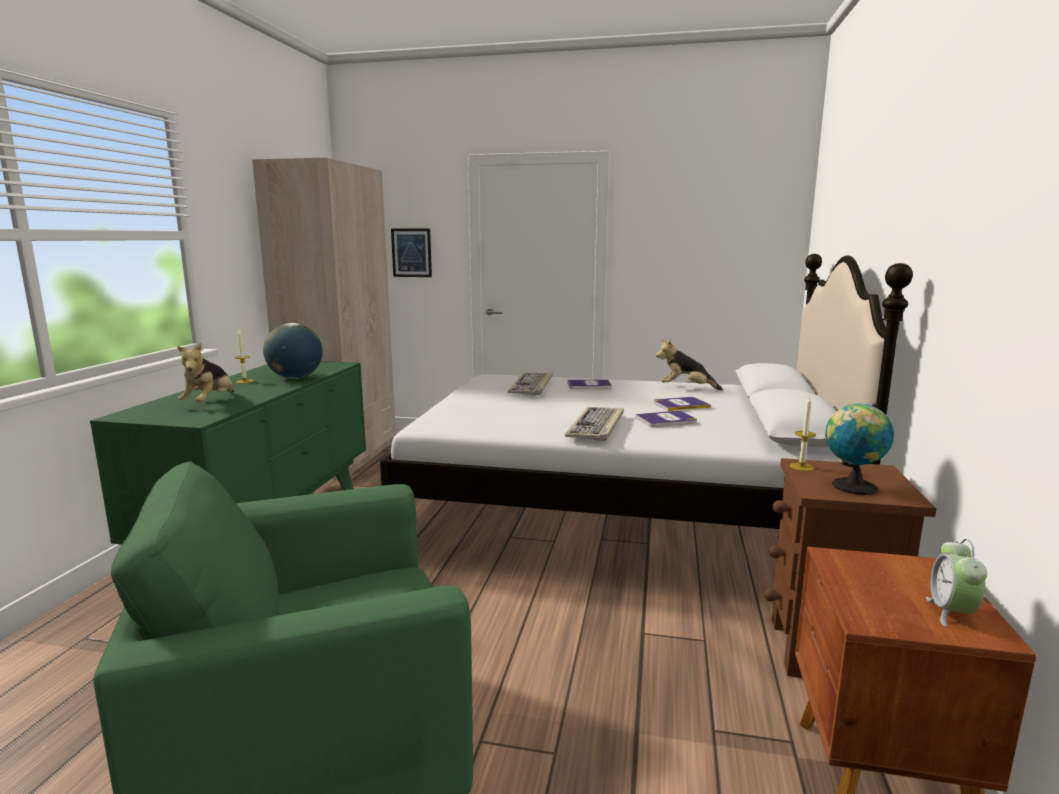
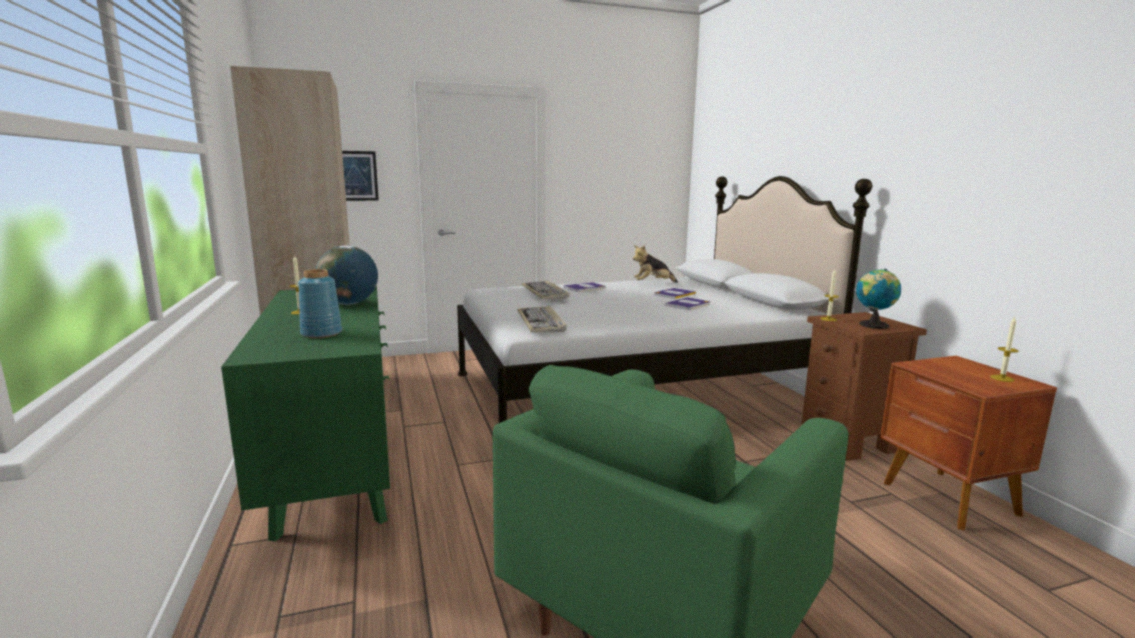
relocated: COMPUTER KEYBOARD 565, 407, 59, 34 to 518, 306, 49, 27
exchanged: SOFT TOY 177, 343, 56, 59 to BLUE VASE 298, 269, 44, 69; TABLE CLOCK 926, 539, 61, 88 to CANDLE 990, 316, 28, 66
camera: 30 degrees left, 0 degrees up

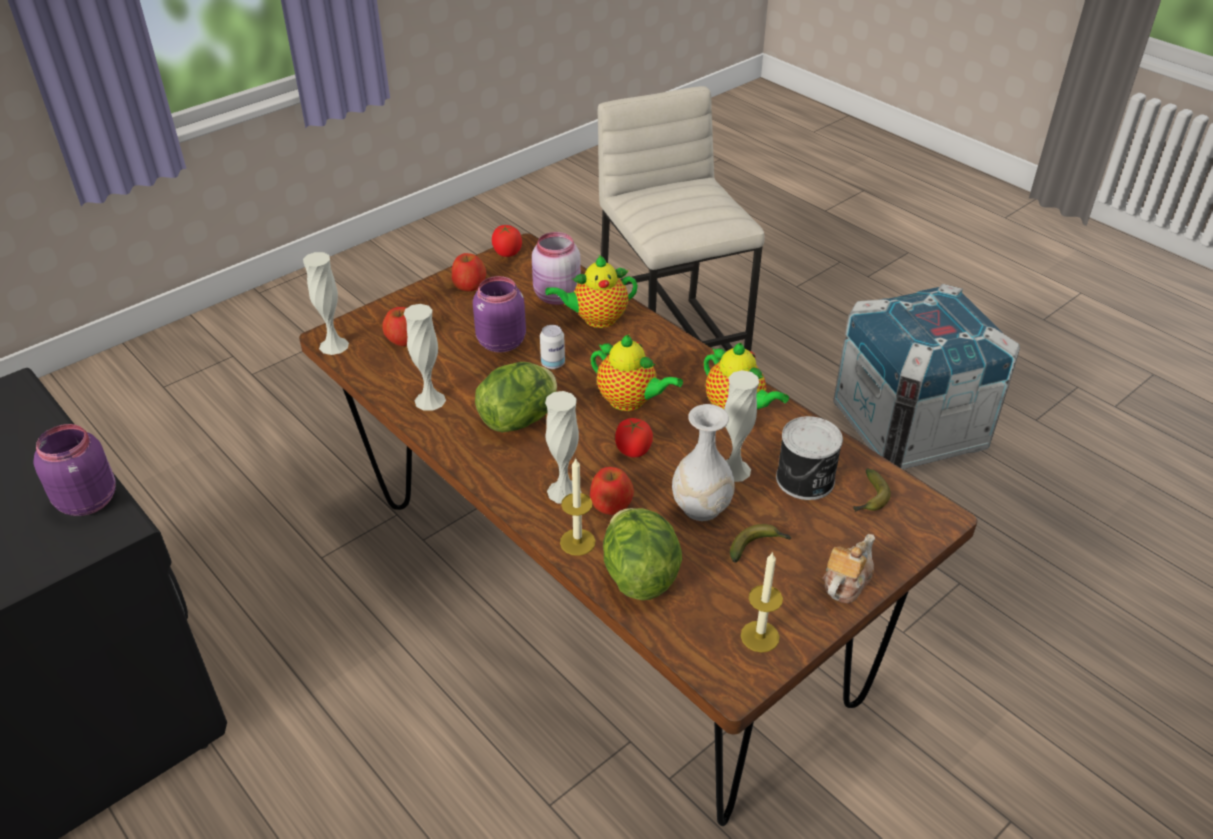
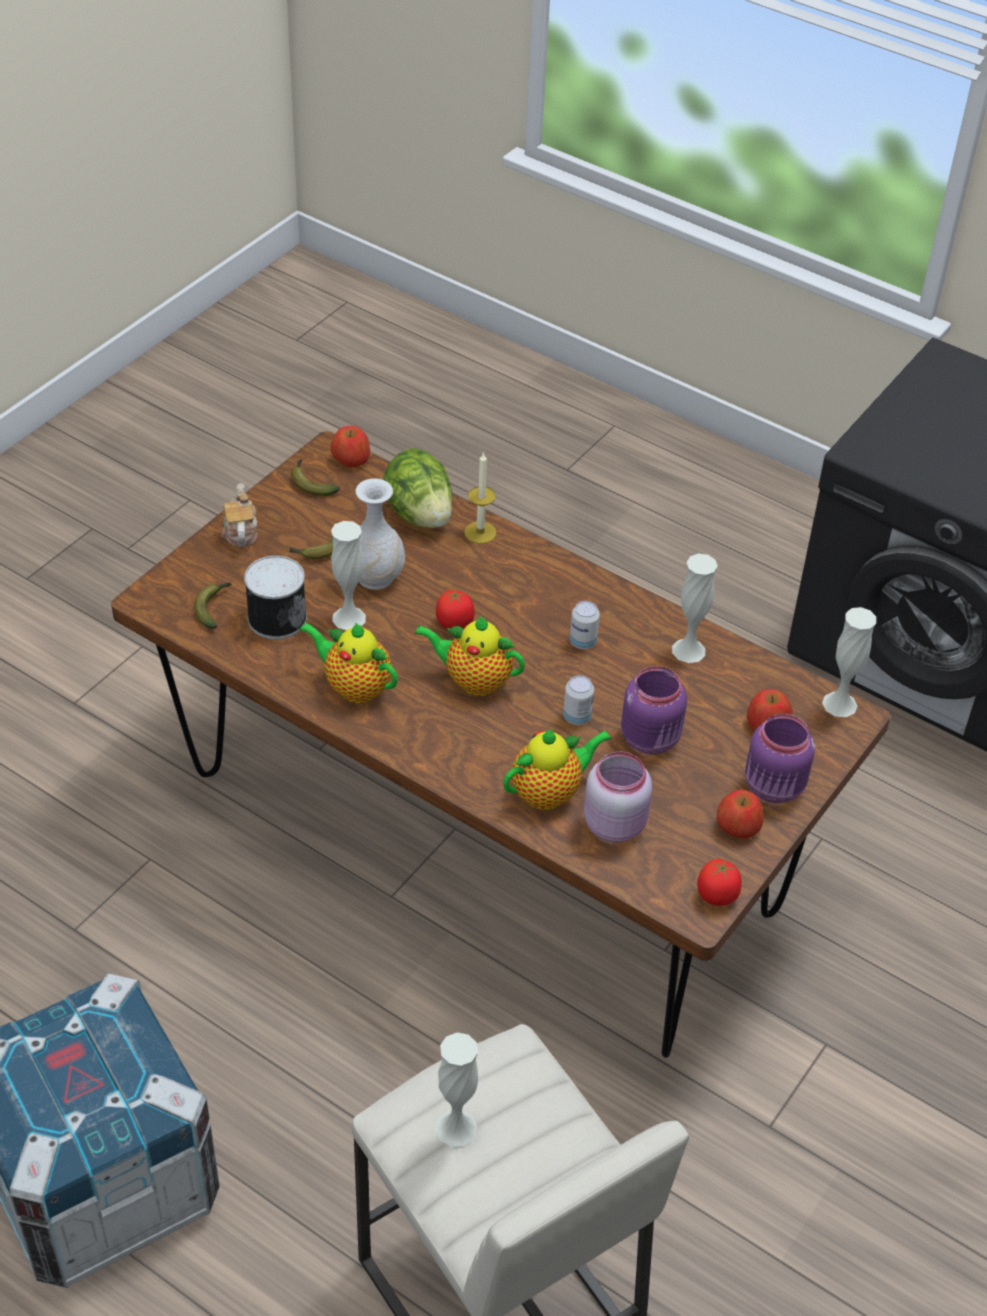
relocated: APPLE 590, 467, 44, 48 to 330, 426, 40, 41; WHITISH VASE 545, 391, 37, 112 to 435, 1032, 43, 115; PURPLE PRESERVE JAR 33, 424, 83, 92 to 745, 714, 70, 89
exchanged: CANDLE 741, 551, 42, 102 to BANANA 291, 459, 49, 37; LETTUCE HEAD 475, 362, 82, 70 to METAL CAN 570, 601, 30, 48
spun: TEAPOT 823, 534, 52, 69 = 222, 483, 35, 64 150 degrees clockwise
camera: 165 degrees right, 5 degrees up

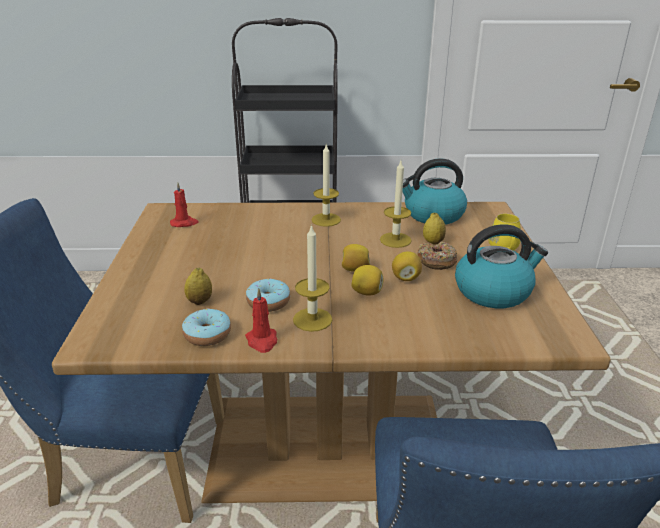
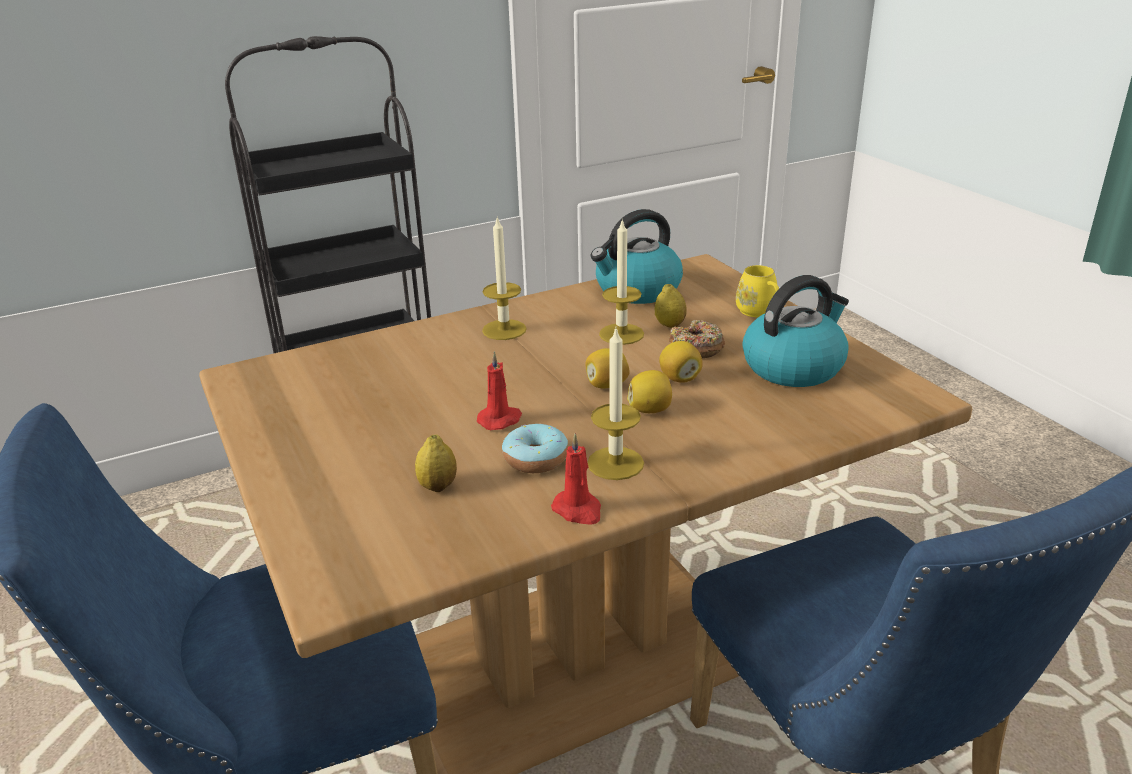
missing: DOUGHNUT 182, 308, 49, 38
relocated: REDDISH CANDLE 170, 183, 28, 44 to 477, 351, 45, 79
camera: 25 degrees left, 0 degrees up

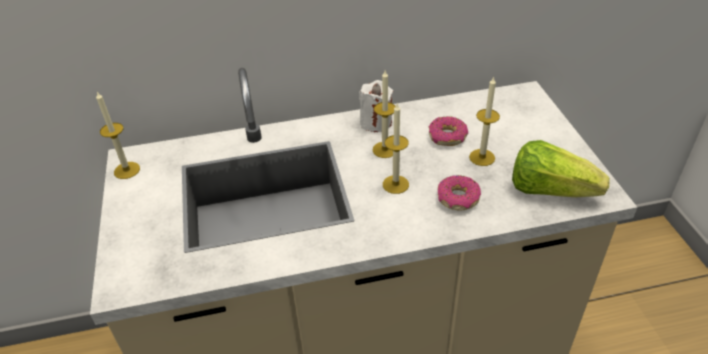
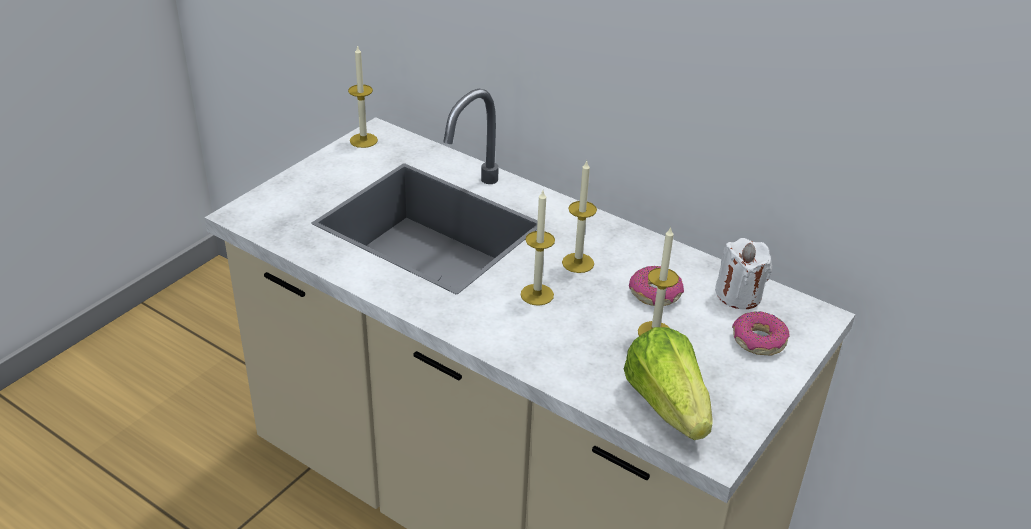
relocated: WHITISH CANDLE 359, 80, 34, 52 to 715, 238, 57, 71; DOUGHNUT 438, 175, 43, 35 to 732, 311, 58, 45
camera: 45 degrees right, 5 degrees down

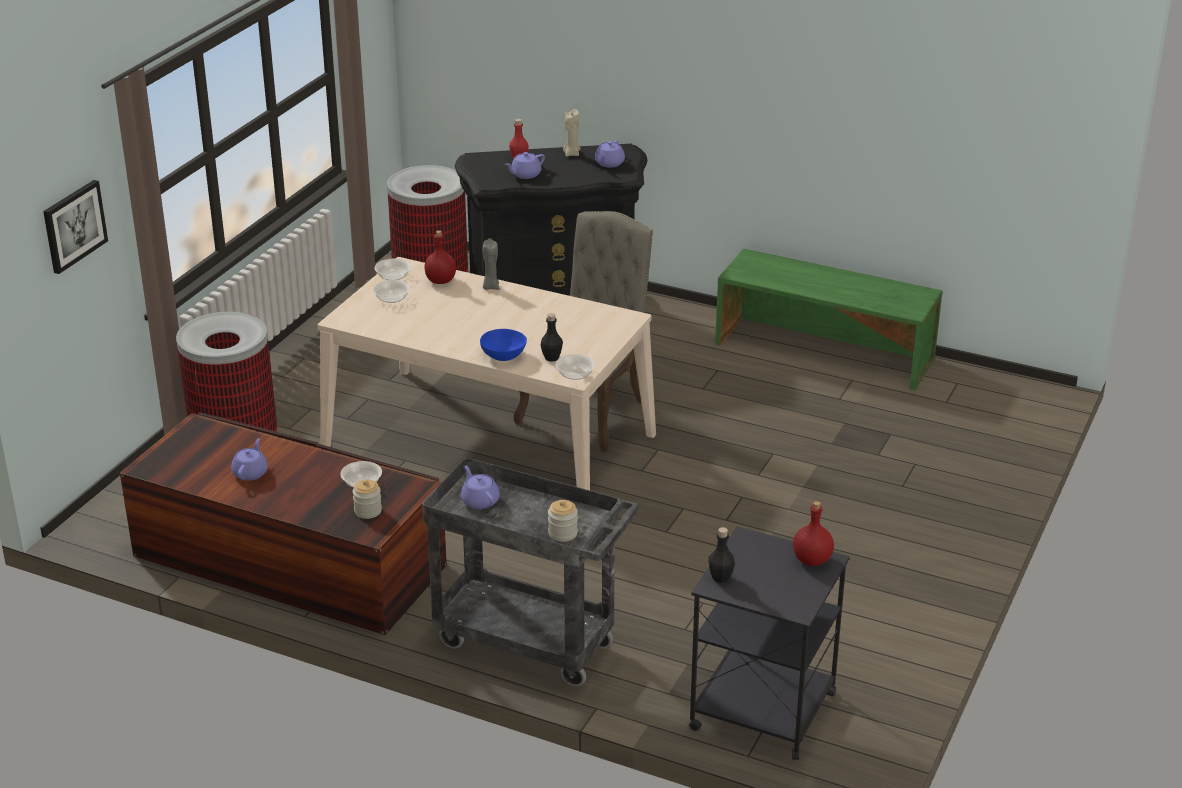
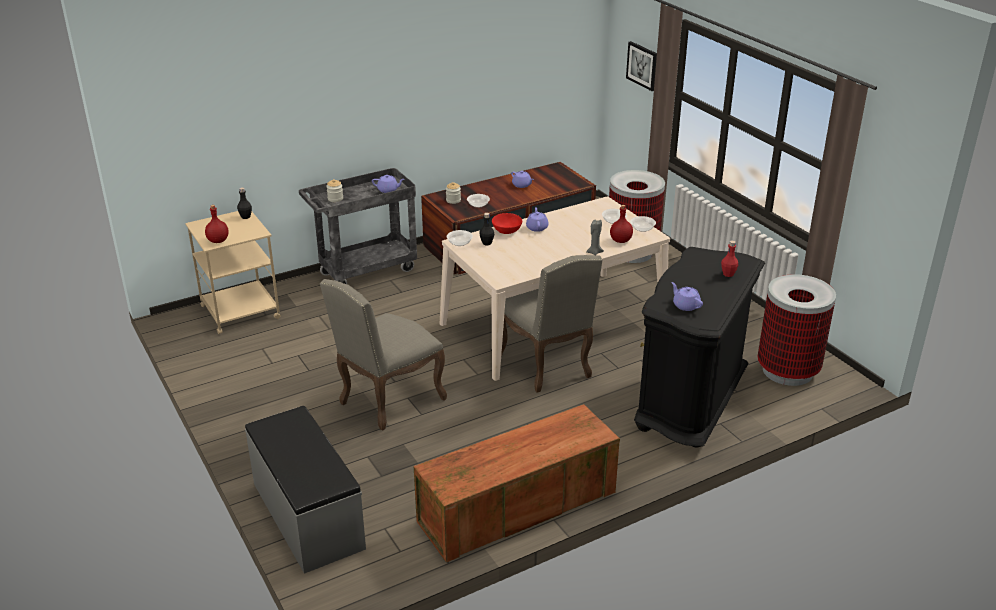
missing: BEIGE CANDLE 563, 109, 18, 48
appeared: GRAY INDOOR BENCH 245, 406, 121, 168; GRAY CHAIR 320, 279, 127, 152
relocated: PURPLE TEAPOT 505, 152, 40, 27 to 526, 207, 22, 25
colour: BLACK WHEELED CART 689, 526, 161, 234 to BEIGE WHEELED CART 185, 211, 96, 123; GREENISH INDOOR BENCH 715, 249, 228, 141 to BROWN-COLOURED INDOOR BENCH 414, 404, 206, 158; BLUE SERVING BOWL 480, 329, 47, 32 to REDDISH SERVING BOWL 492, 213, 30, 21
camera: 125 degrees right, 0 degrees up

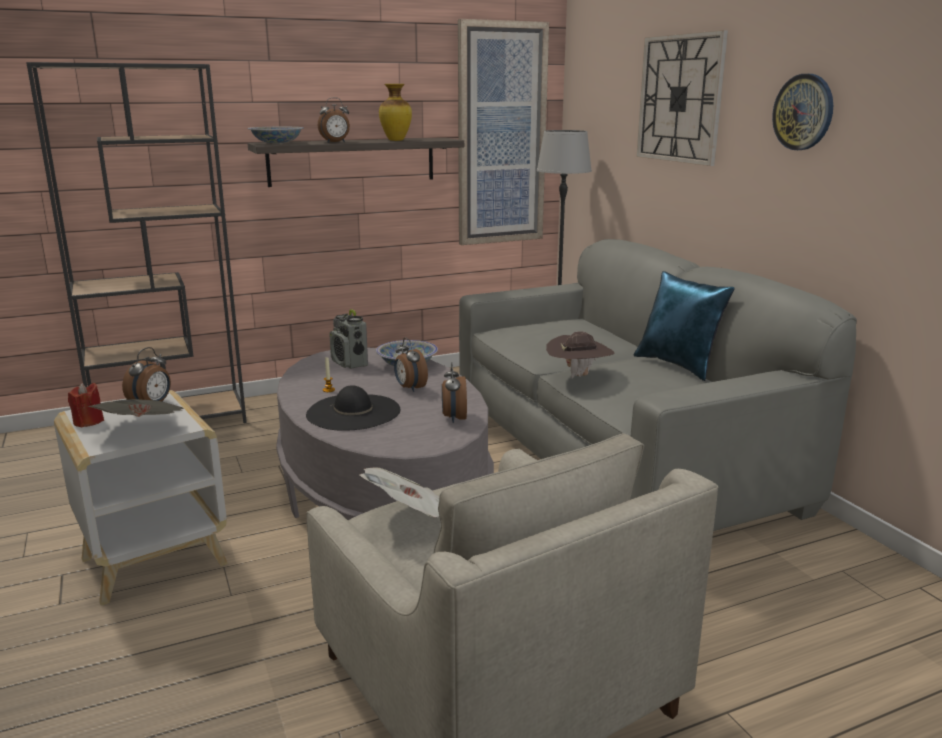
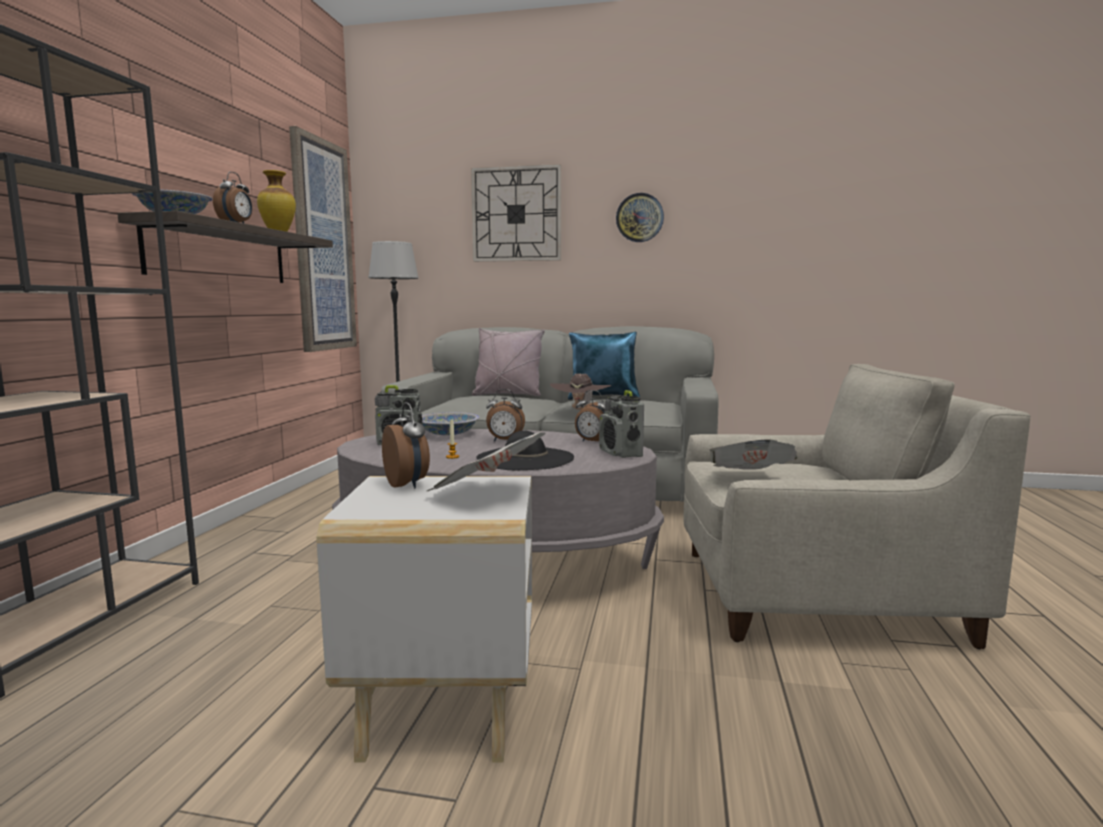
missing: REDDISH CANDLE 68, 383, 36, 45
appeared: PURPLE THROW PILLOW 472, 328, 73, 68; RADIO 599, 390, 45, 68
camera: 55 degrees left, 10 degrees down

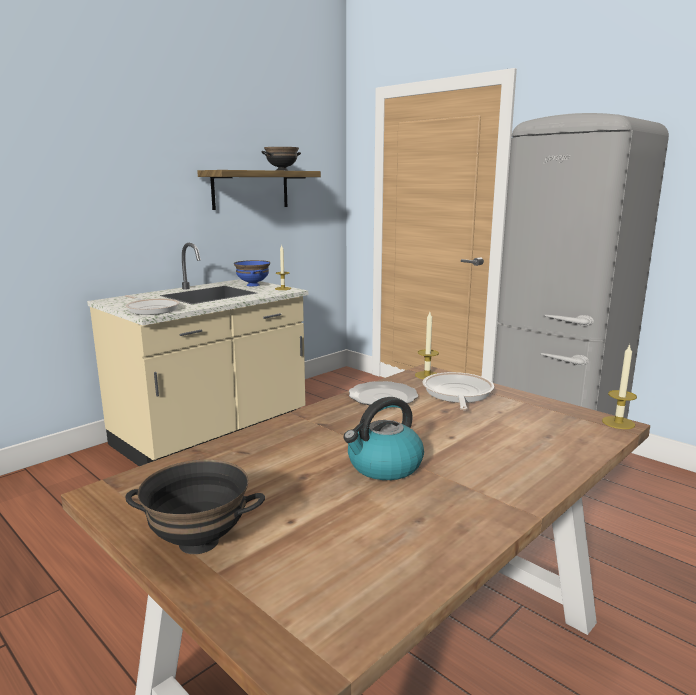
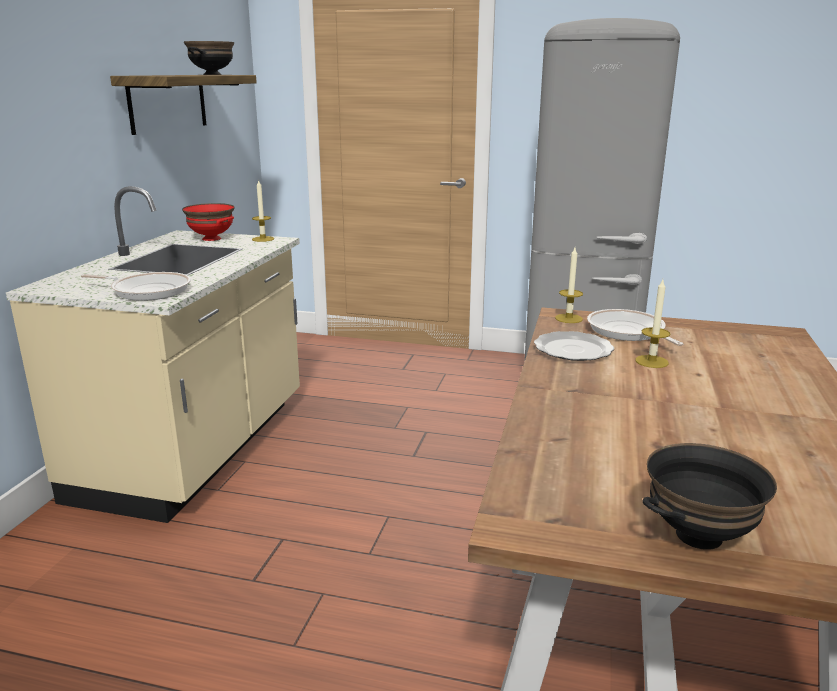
missing: KETTLE 343, 397, 81, 83
relocated: CANDLE 602, 344, 35, 85 to 635, 280, 35, 88
colour: BLUE SERVING BOWL 234, 260, 36, 26 to REDDISH SERVING BOWL 182, 203, 52, 38
camera: 30 degrees left, 5 degrees up

